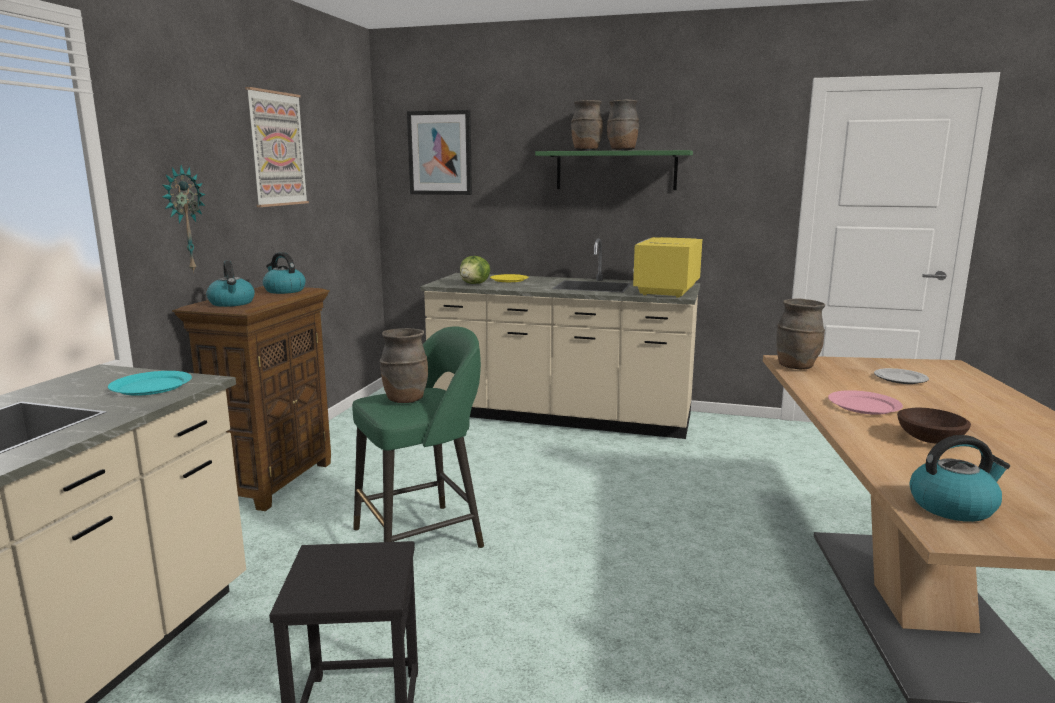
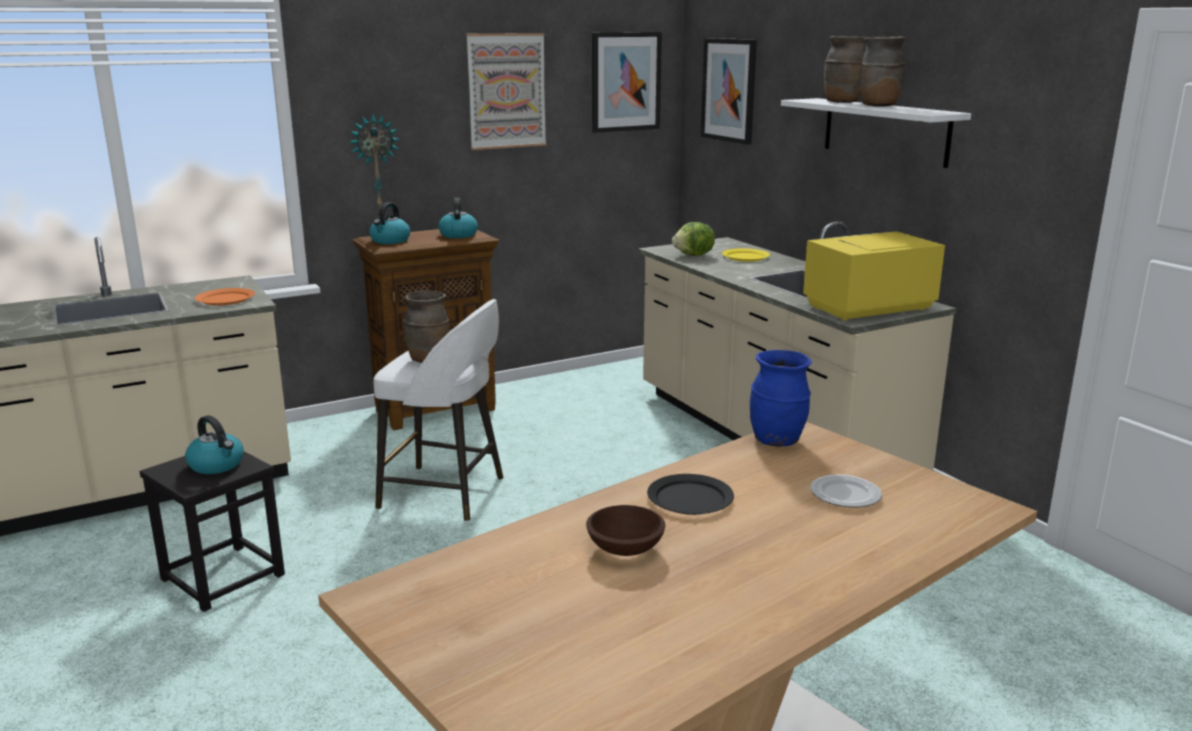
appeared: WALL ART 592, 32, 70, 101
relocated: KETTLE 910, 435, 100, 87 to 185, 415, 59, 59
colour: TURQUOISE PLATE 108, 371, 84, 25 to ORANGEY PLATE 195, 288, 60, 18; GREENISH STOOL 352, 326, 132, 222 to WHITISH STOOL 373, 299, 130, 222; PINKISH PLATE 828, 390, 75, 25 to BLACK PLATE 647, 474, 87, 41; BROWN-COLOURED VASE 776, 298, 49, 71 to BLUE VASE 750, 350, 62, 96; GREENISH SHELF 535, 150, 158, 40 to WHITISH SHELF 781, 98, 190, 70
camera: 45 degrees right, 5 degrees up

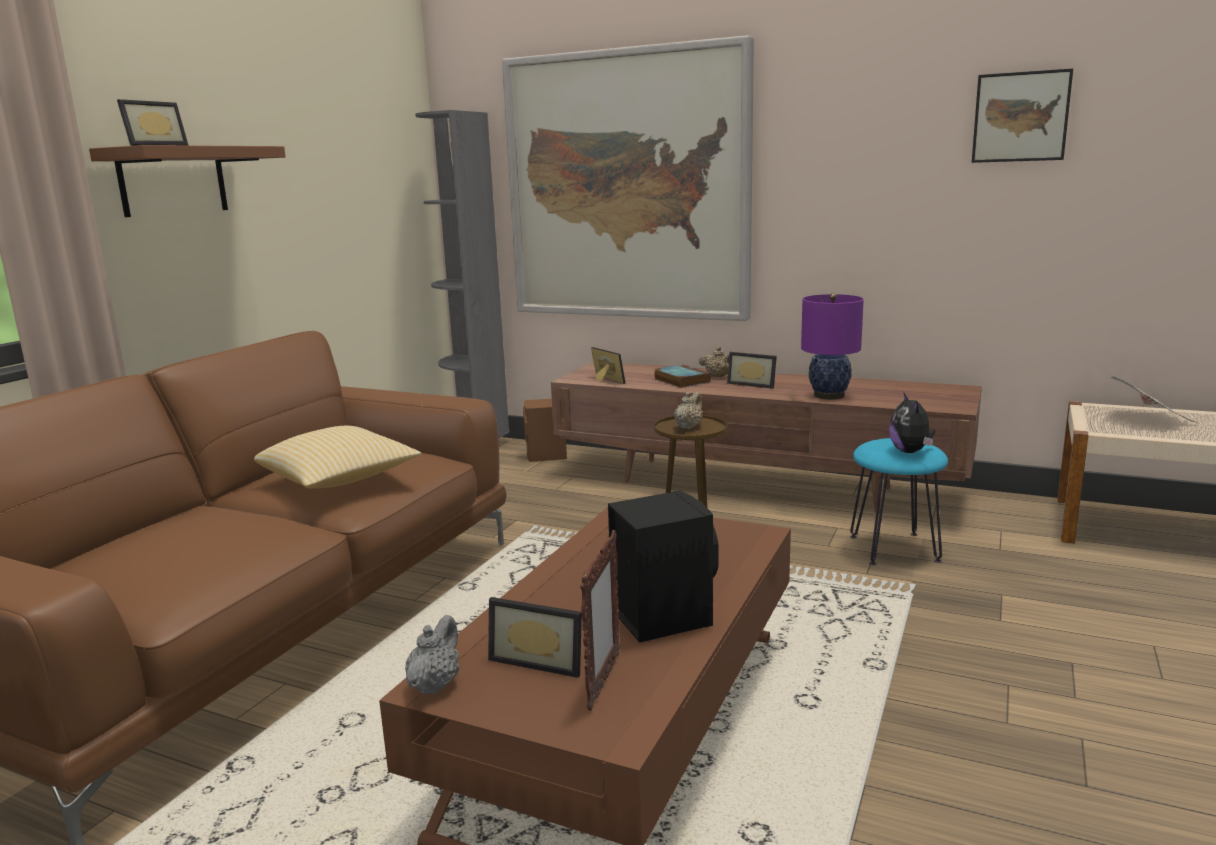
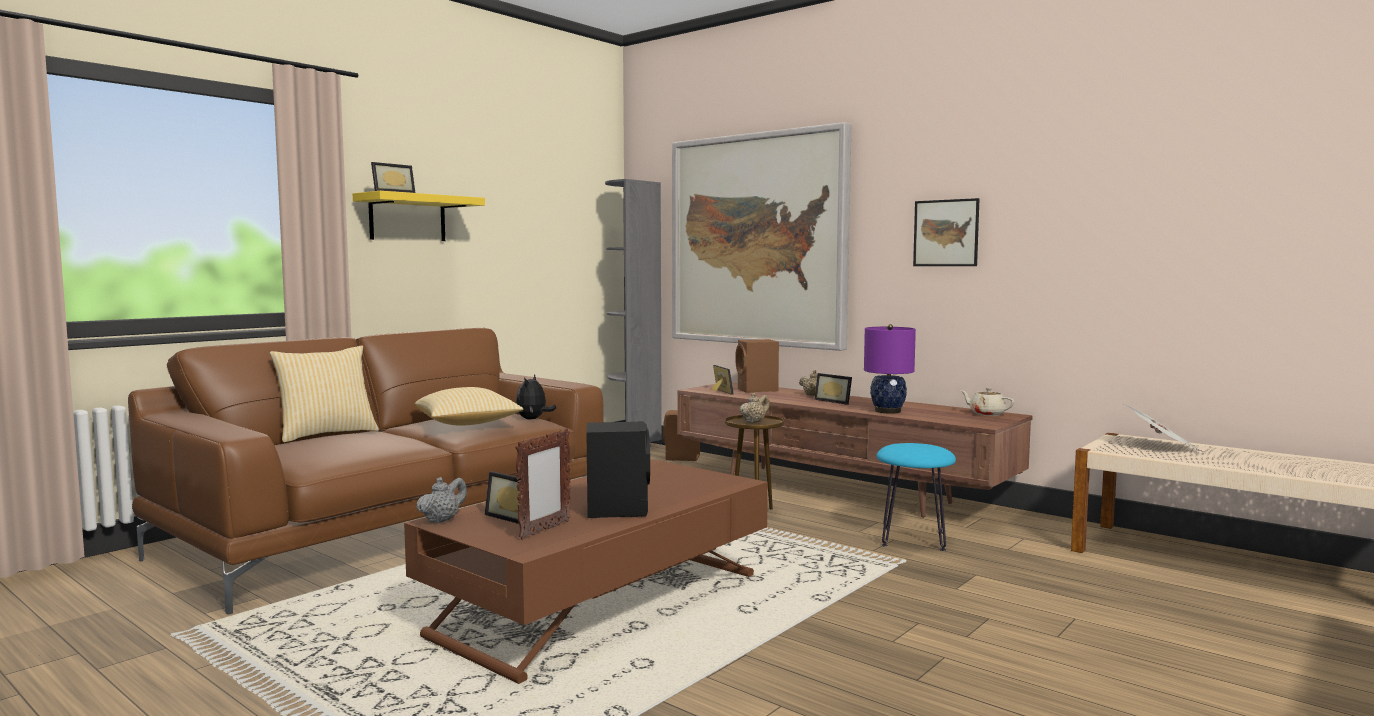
missing: VOLUME 654, 364, 57, 24
appeared: THROW PILLOW 270, 345, 109, 97; BROWN-COLOURED LOUDSPEAKER 736, 339, 43, 54; BEIGE TEAPOT 961, 388, 53, 28
relocated: SOFT TOY 889, 393, 46, 60 to 516, 374, 40, 45; WALL ART 972, 69, 101, 94 to 913, 198, 67, 68
colour: BROWN-COLOURED SHELF 89, 145, 197, 72 to YELLOWISH SHELF 353, 191, 132, 50
camera: 15 degrees right, 10 degrees down

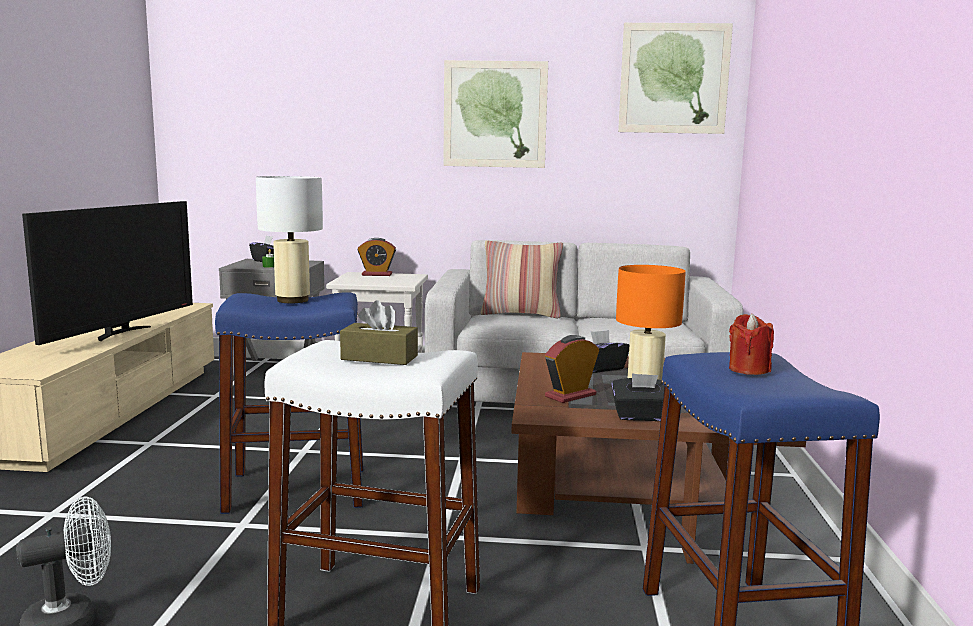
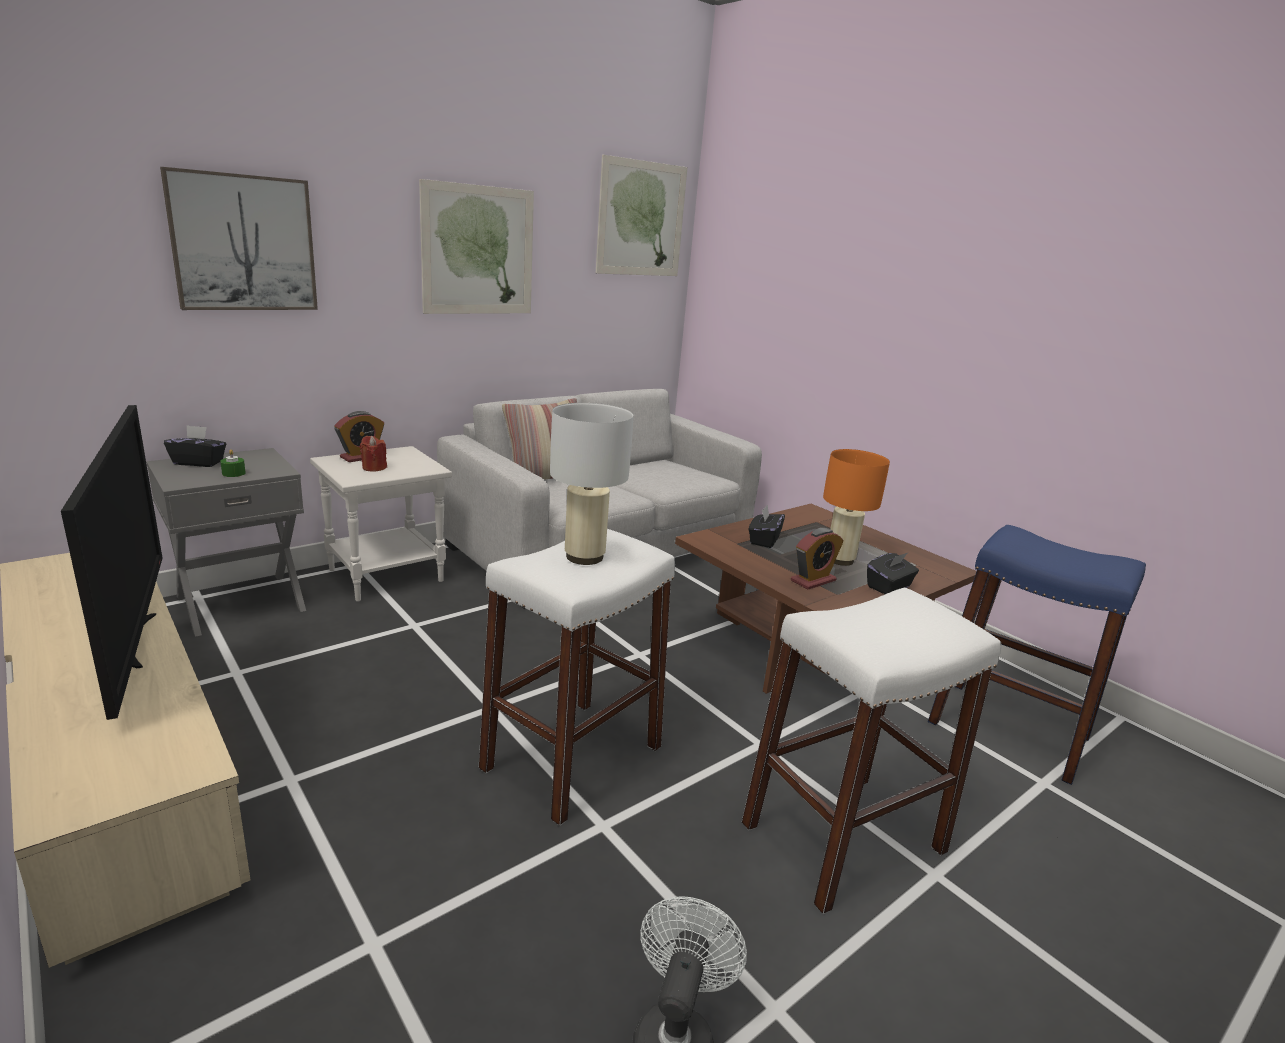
missing: BROWN-COLOURED TISSUE HOLDER 340, 300, 78, 65
appeared: WALL ART 160, 167, 158, 143
relocated: REDDISH CANDLE 729, 313, 45, 62 to 360, 436, 27, 36
colour: BLUE STOOL 215, 292, 148, 222 to WHITISH STOOL 479, 529, 196, 297
spun: TABLE CLOCK 545, 335, 54, 68 = 791, 528, 53, 62 135 degrees counterclockwise
camera: 45 degrees left, 10 degrees up

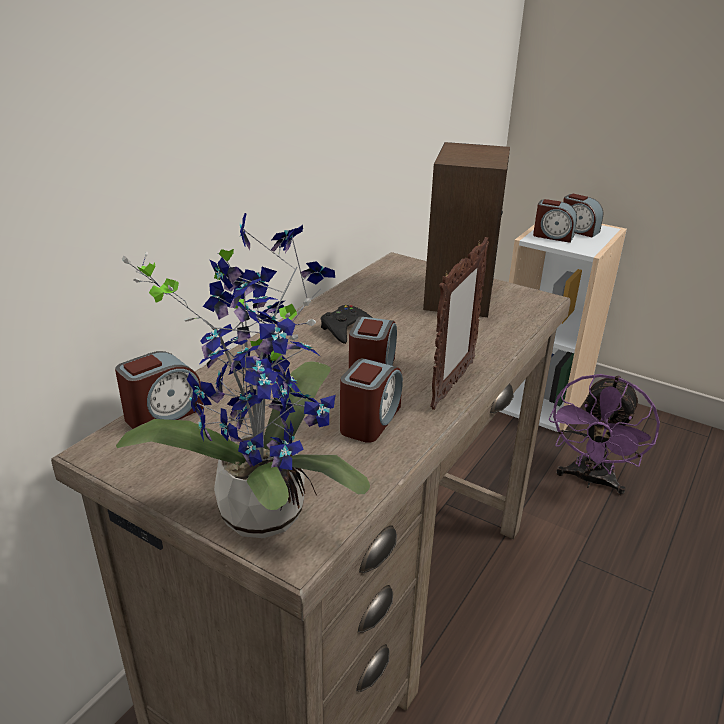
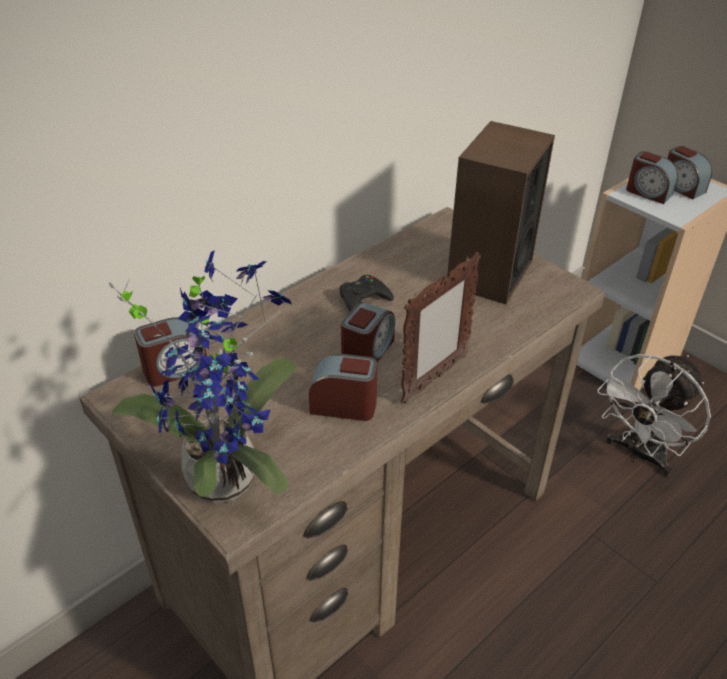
colour: PURPLE FAN 549, 374, 111, 121 to WHITISH FAN 597, 354, 114, 123
spun: TABLE CLOCK 340, 358, 63, 85 = 309, 354, 69, 67 120 degrees counterclockwise
camera: 15 degrees right, 10 degrees up

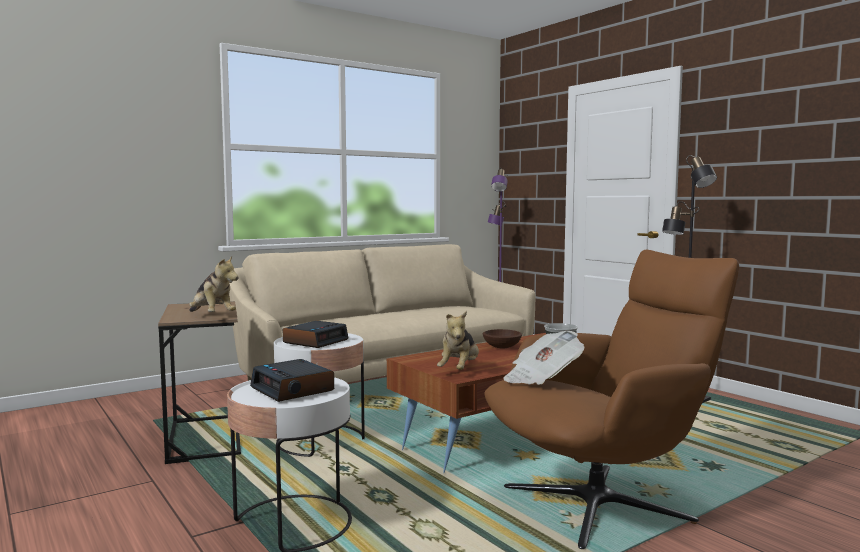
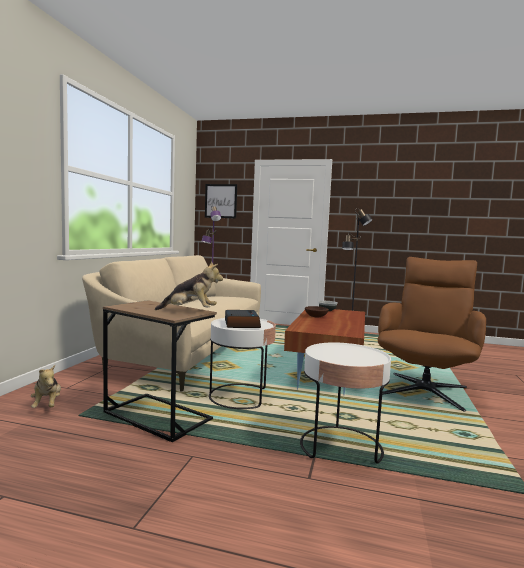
missing: TABLE CLOCK 250, 359, 84, 43; NEWSPAPER 503, 331, 81, 54
appeared: WALL ART 205, 184, 32, 34
relocated: SOFT TOY 437, 311, 42, 59 to 31, 365, 30, 43
camera: 40 degrees left, 0 degrees up

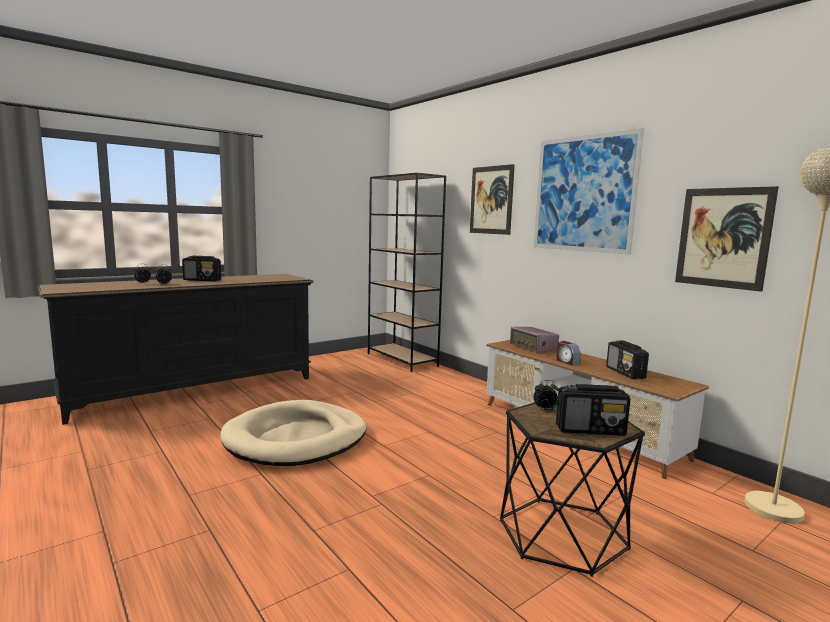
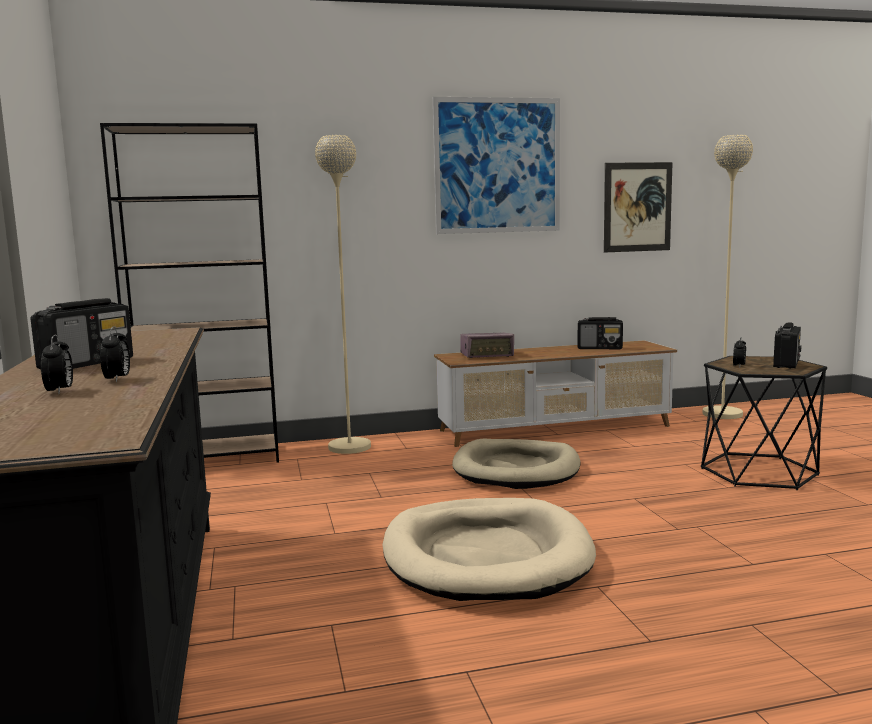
missing: WALL ART 470, 164, 45, 71; TABLE CLOCK 556, 341, 25, 24
appeared: BEIGE FLOOR LAMP 315, 135, 56, 319; BEIGE PET BED 452, 439, 128, 50
camera: 65 degrees left, 0 degrees up

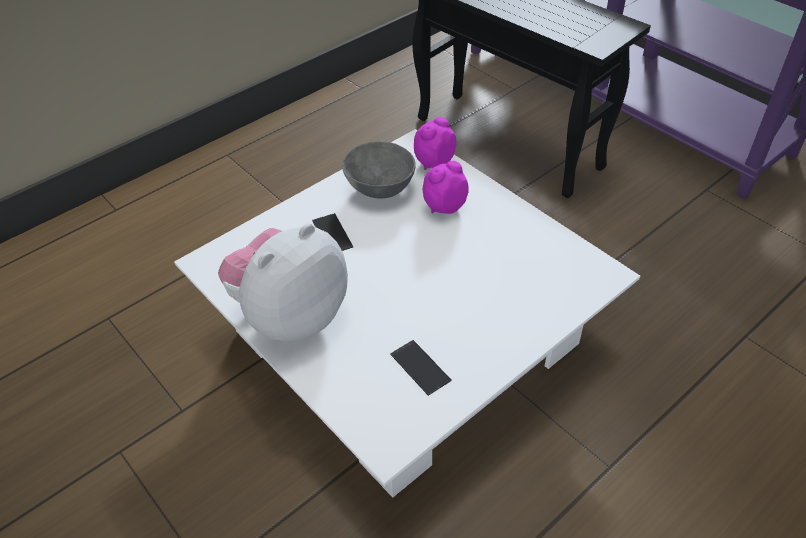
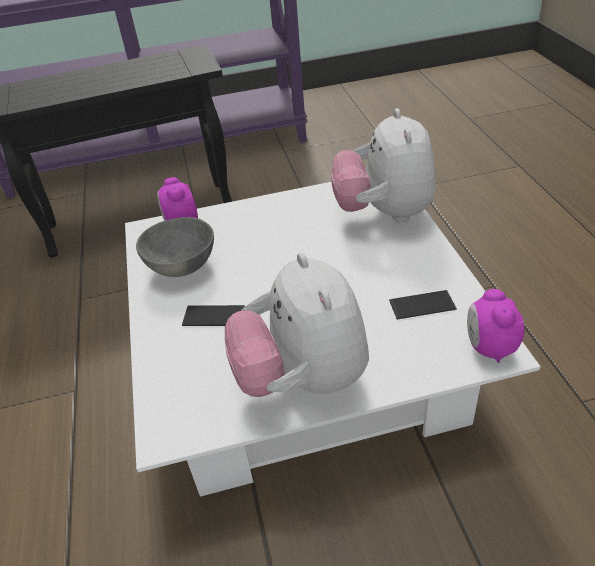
appeared: SOFT TOY 331, 108, 105, 114
relocated: TABLE CLOCK 423, 161, 46, 53 to 467, 289, 57, 74
camera: 60 degrees left, 5 degrees down

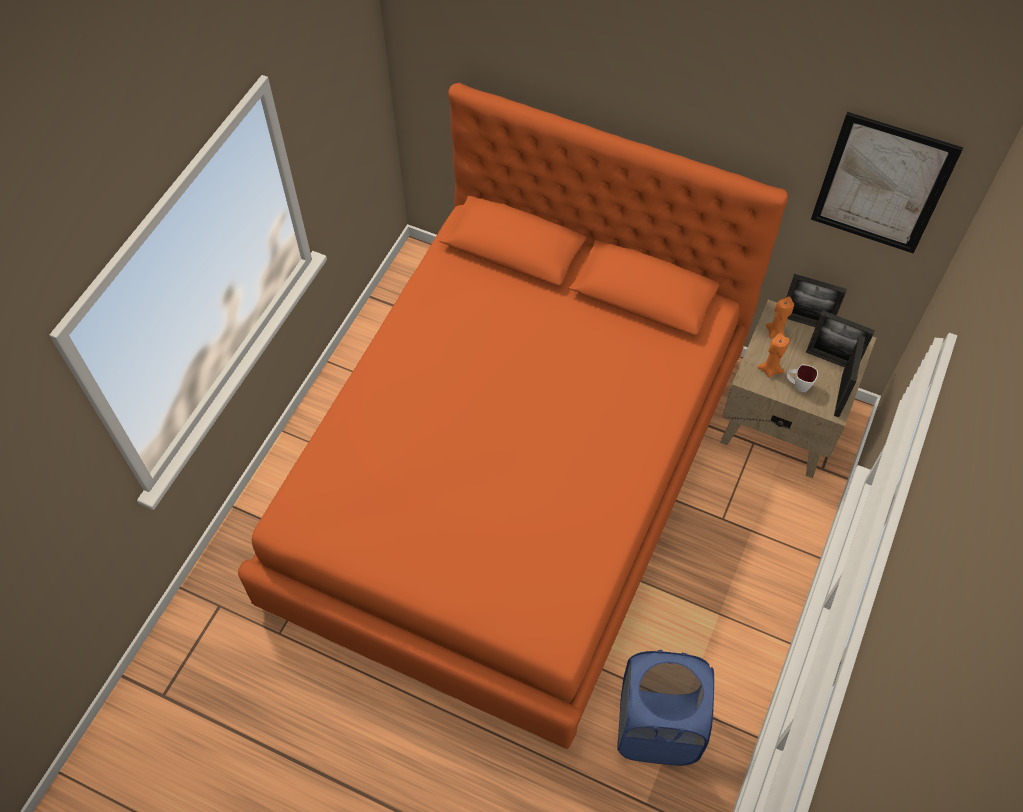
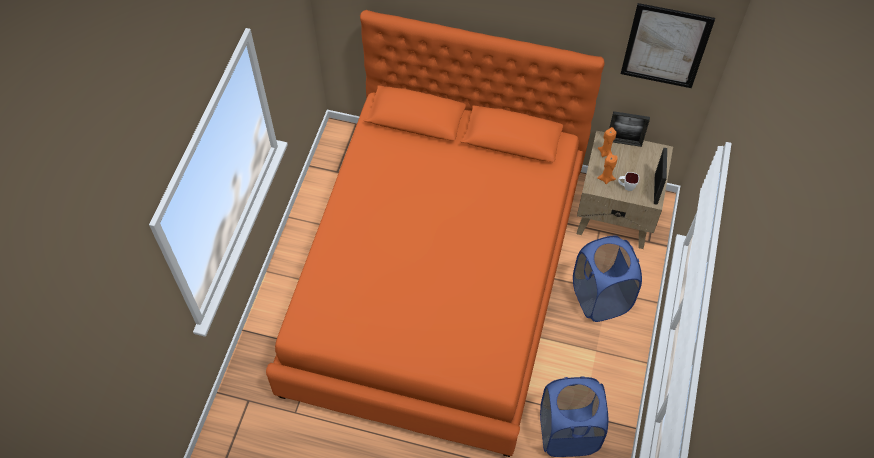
missing: PHOTO FRAME 806, 310, 69, 58
appeared: BLUE LAUNDRY BASKET 573, 235, 69, 87
camera: 10 degrees left, 0 degrees up

